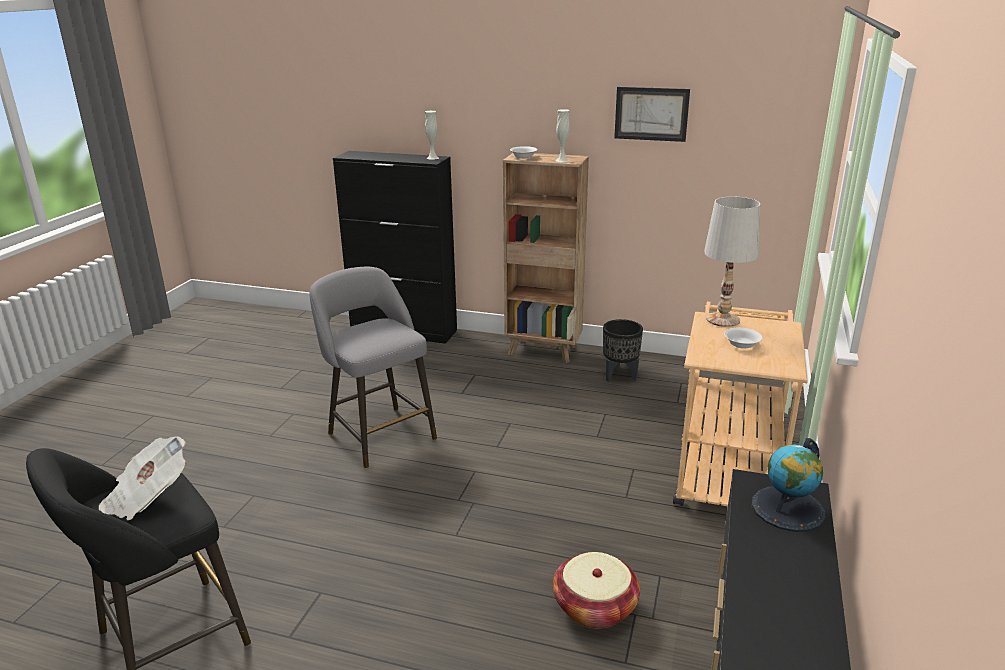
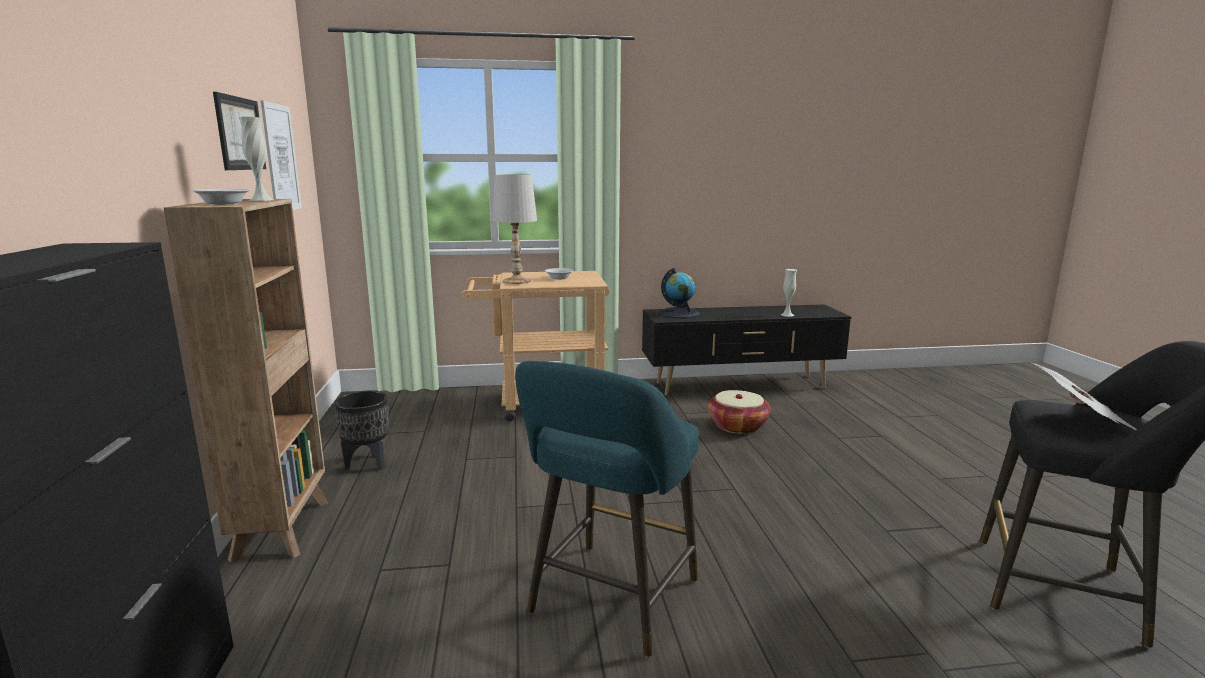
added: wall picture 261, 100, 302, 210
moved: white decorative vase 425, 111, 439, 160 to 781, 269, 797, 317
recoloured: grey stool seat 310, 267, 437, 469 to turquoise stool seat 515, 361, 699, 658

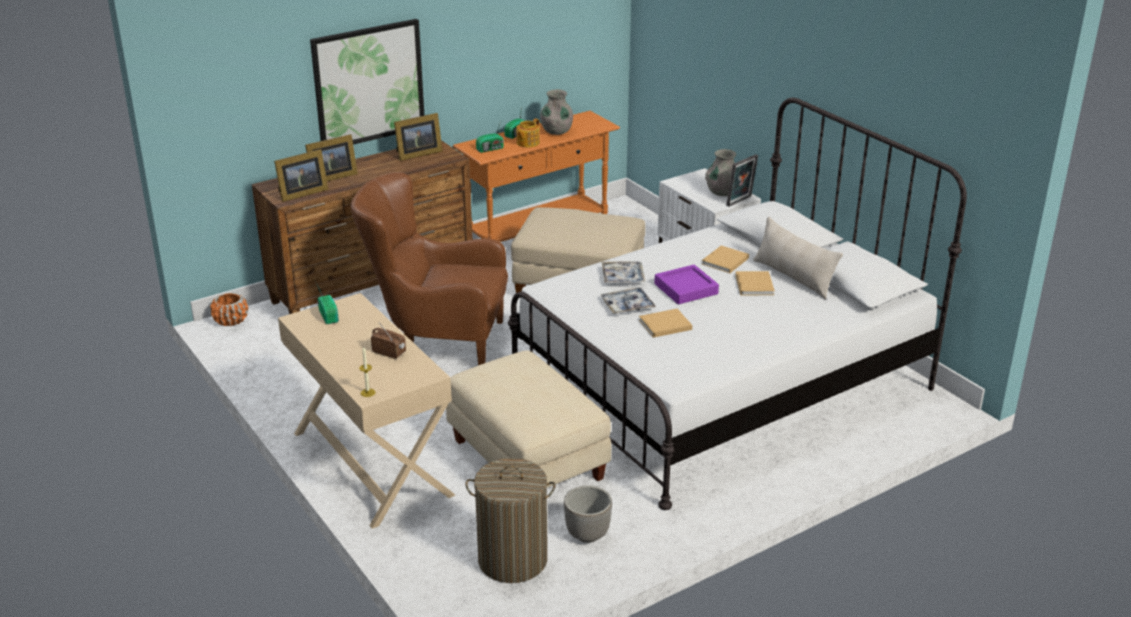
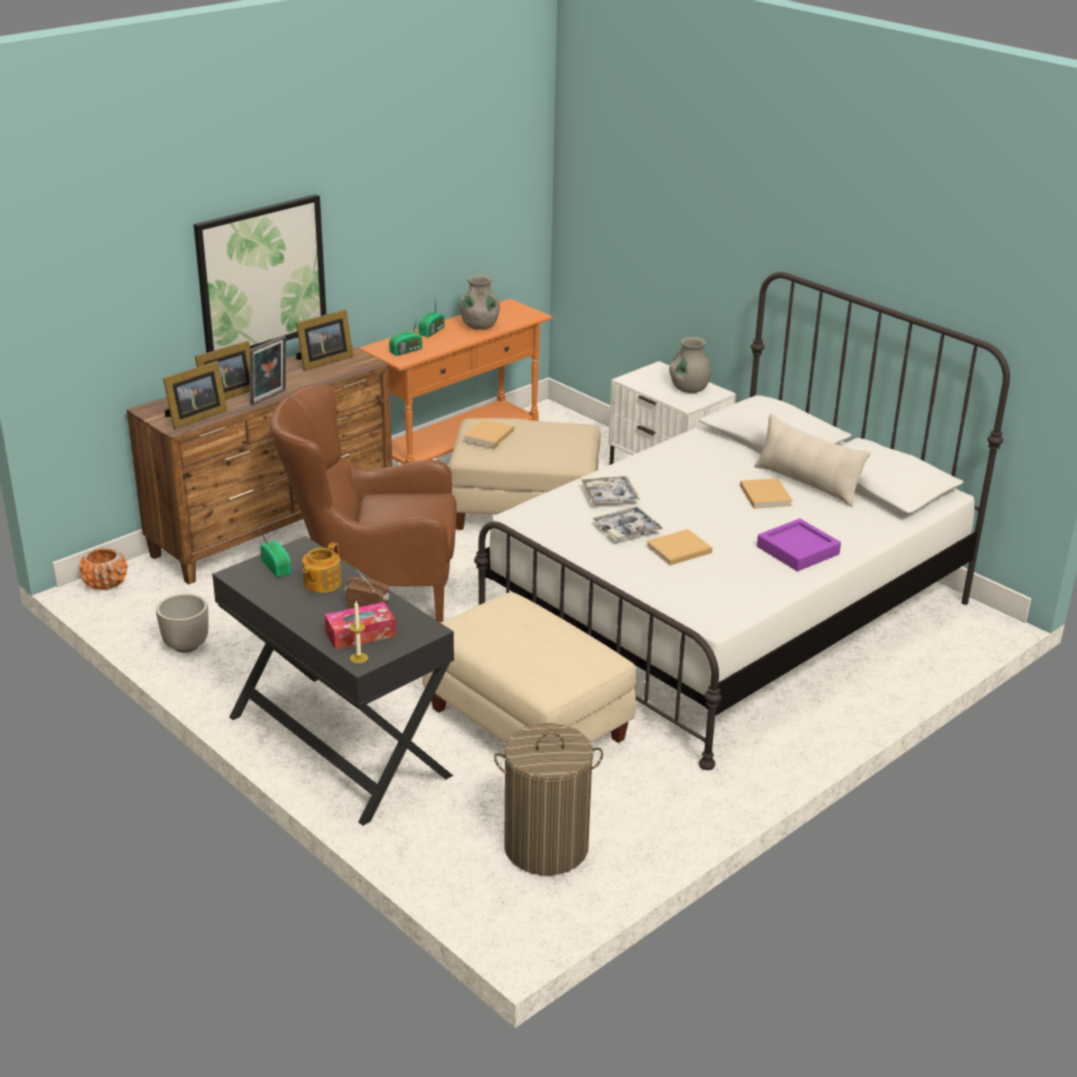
added: box of tissues 325, 602, 396, 650
moved: pot for tea 516, 119, 540, 147 to 302, 542, 341, 593; flower pot 564, 485, 612, 543 to 156, 594, 209, 653; purplish tray 654, 265, 719, 304 to 757, 518, 841, 571; sand-coloured bound book 702, 245, 749, 273 to 463, 419, 514, 448; photo frame 726, 154, 758, 207 to 249, 336, 286, 405
recoloured: sand-coloured desk table 278, 293, 456, 529 to black desk table 212, 536, 454, 826

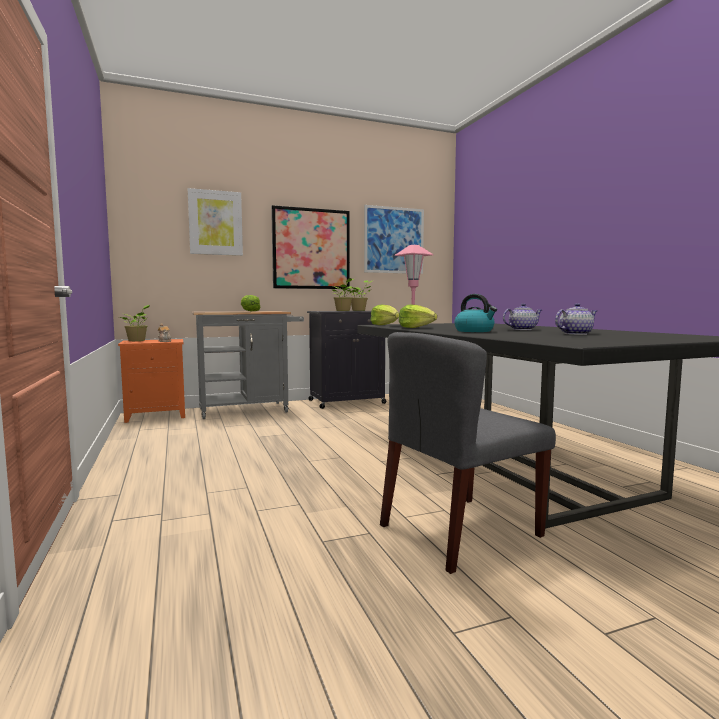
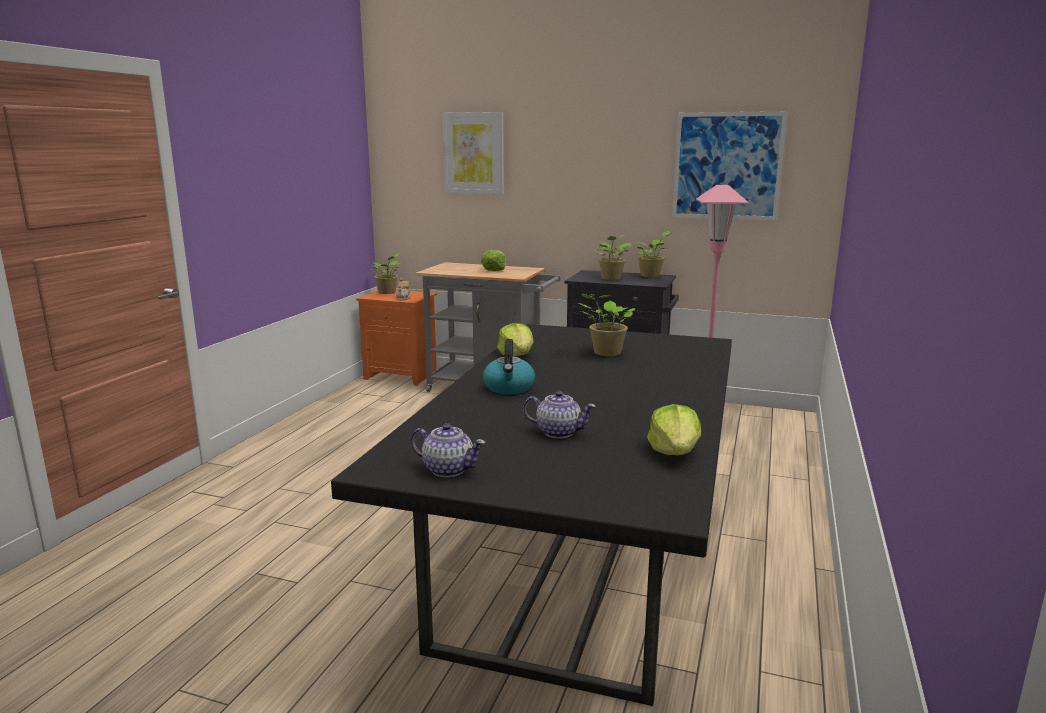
removed: wall picture 271, 205, 350, 289; grey upright chair 380, 332, 556, 574
added: potted plant 579, 294, 636, 356
moved: head of lettuce 371, 305, 399, 325 to 647, 404, 701, 455; pot for tea 503, 303, 542, 330 to 411, 423, 486, 477

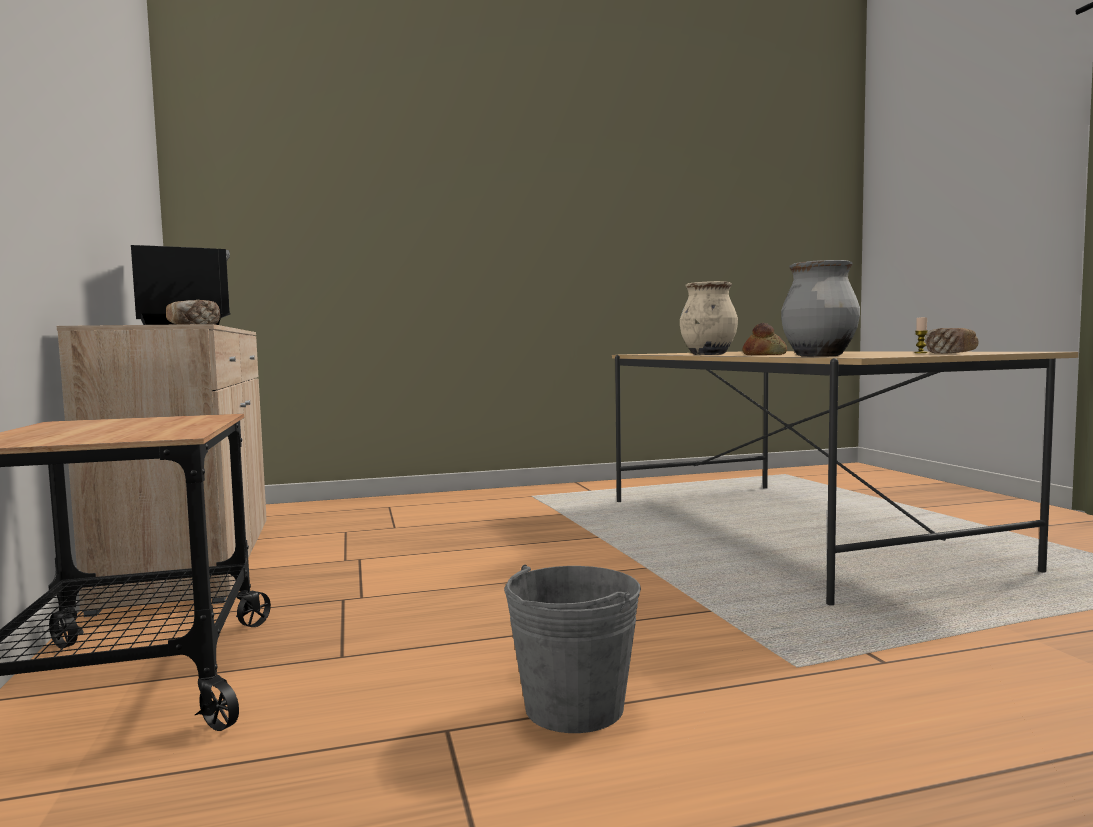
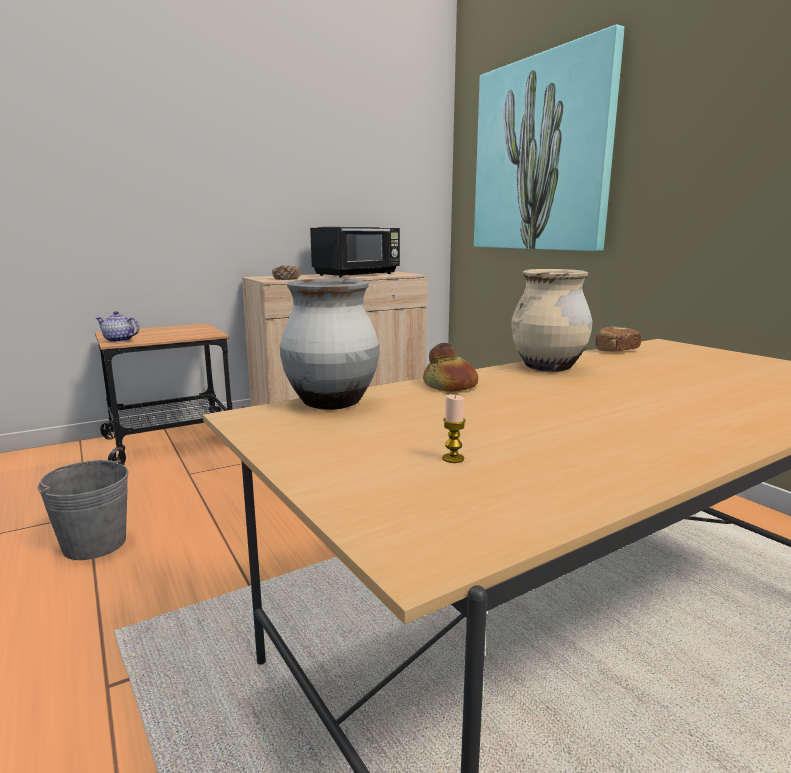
added: pot for tea 96, 311, 139, 342; wall picture 474, 24, 625, 251
moved: baked bread 925, 328, 979, 354 to 595, 327, 641, 351

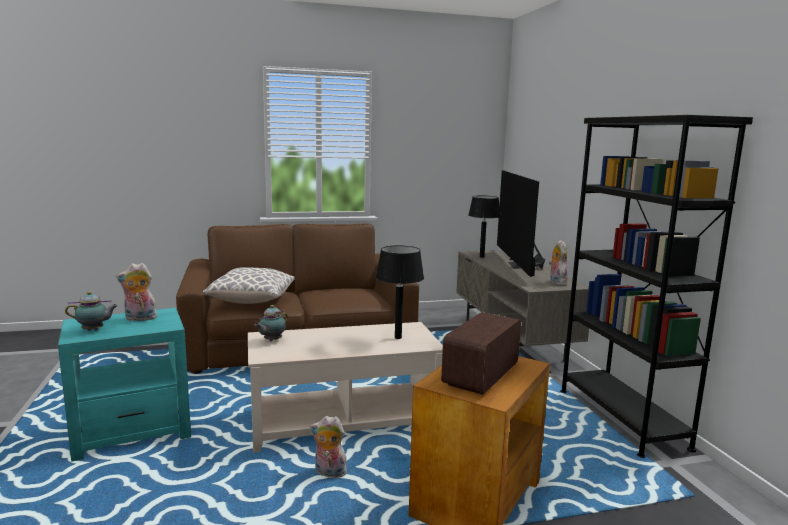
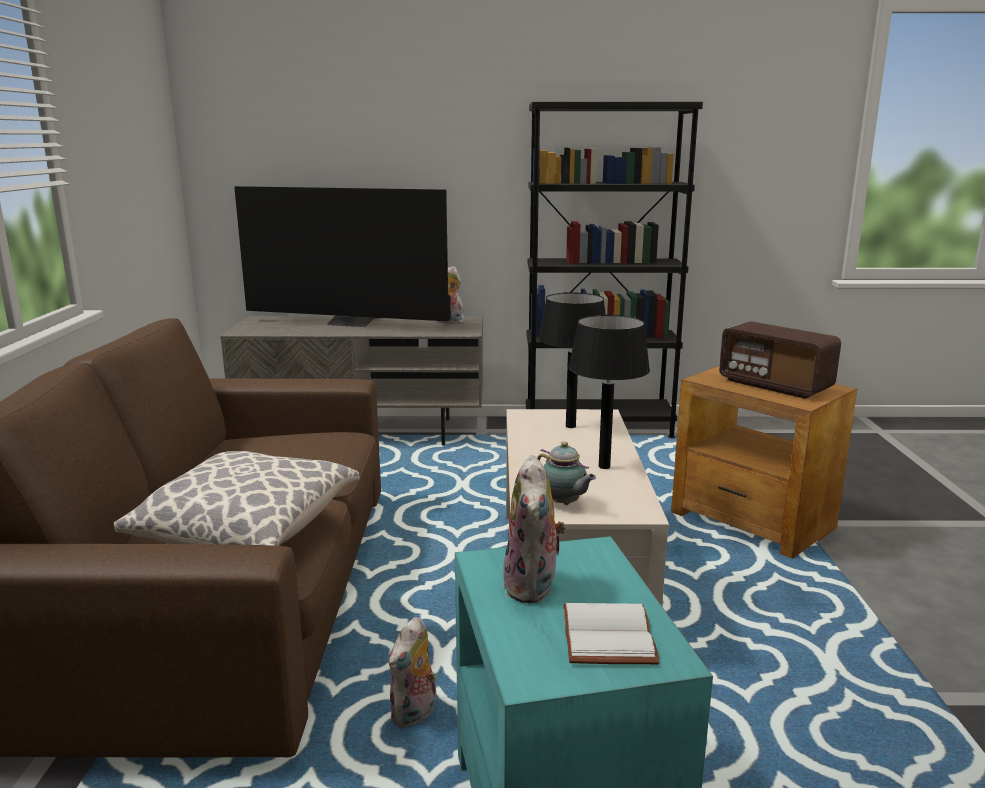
moved: cuddly toy 310, 416, 347, 478 to 388, 617, 437, 728; black tabletop lamp 468, 195, 501, 258 to 568, 315, 650, 469
replaced: pot for tea 65, 291, 118, 331 to white bound book 563, 603, 659, 664

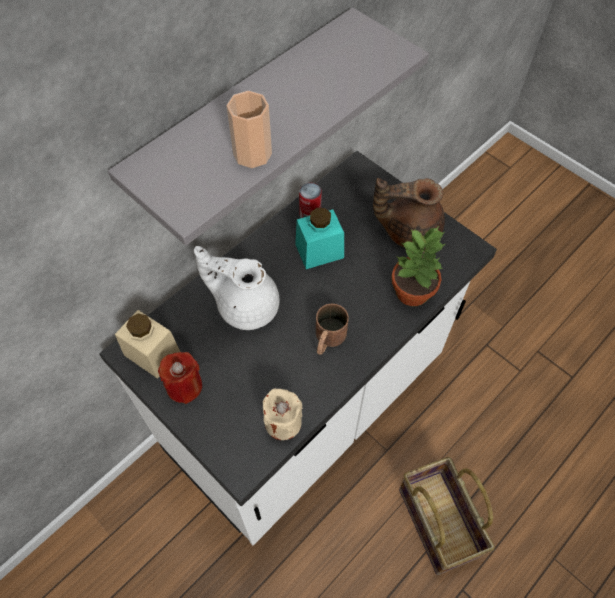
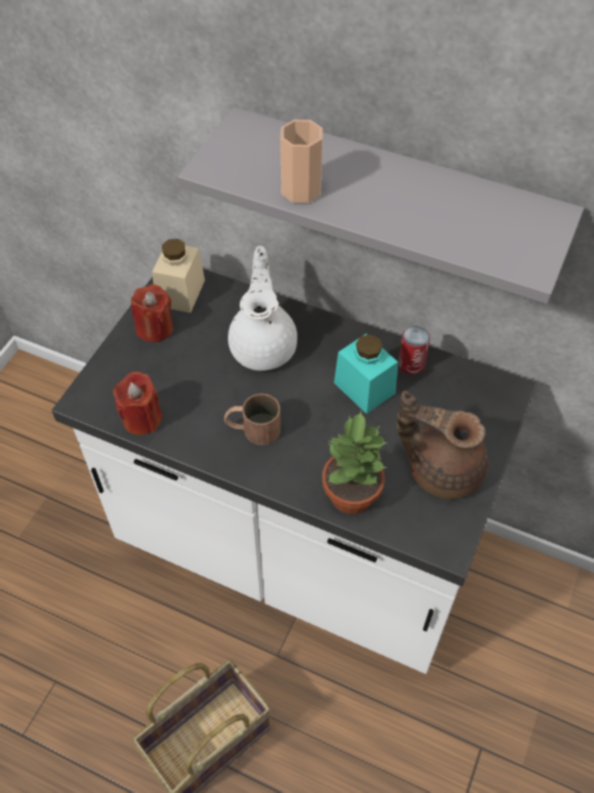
recoloured: sand-coloured wax candle 262, 389, 302, 440 to red-coloured wax candle 113, 372, 162, 435
turned: brown-coloured pot for tea 373, 178, 445, 248 = 397, 391, 488, 499 45 degrees counterclockwise

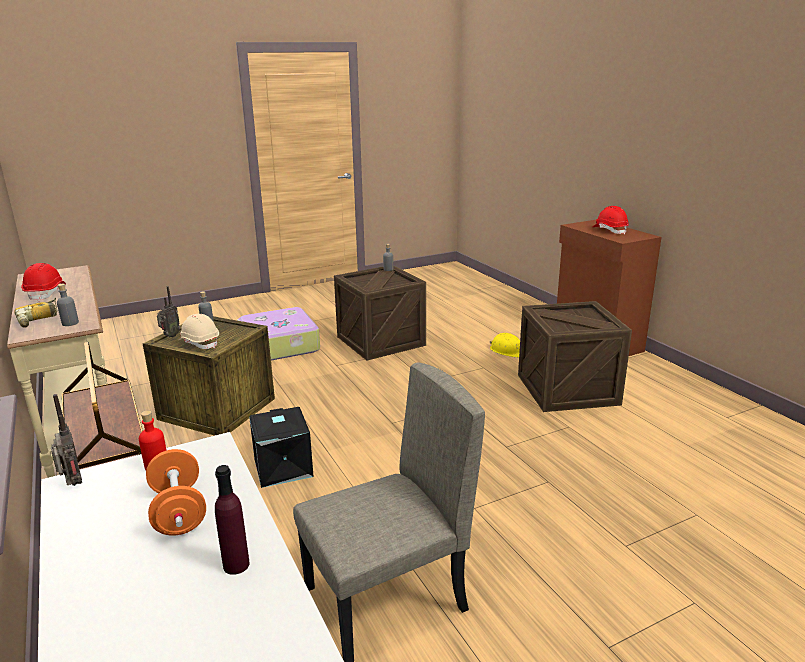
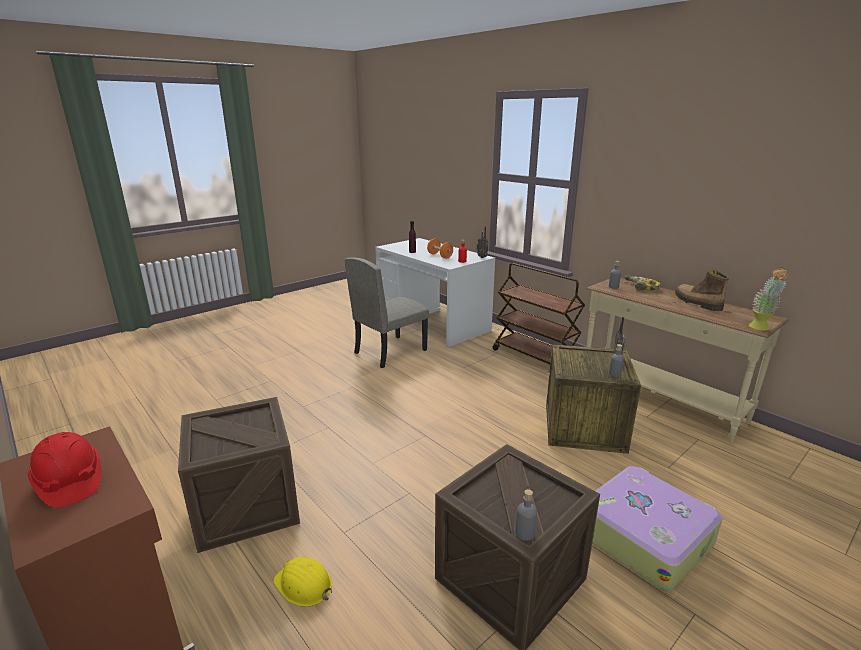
removed: sand-coloured hard hat 179, 314, 219, 349; black storage bin 249, 407, 314, 488
added: potted plant 749, 267, 788, 330
replaced: red-coloured hard hat 21, 263, 66, 302 to boot 675, 269, 729, 311

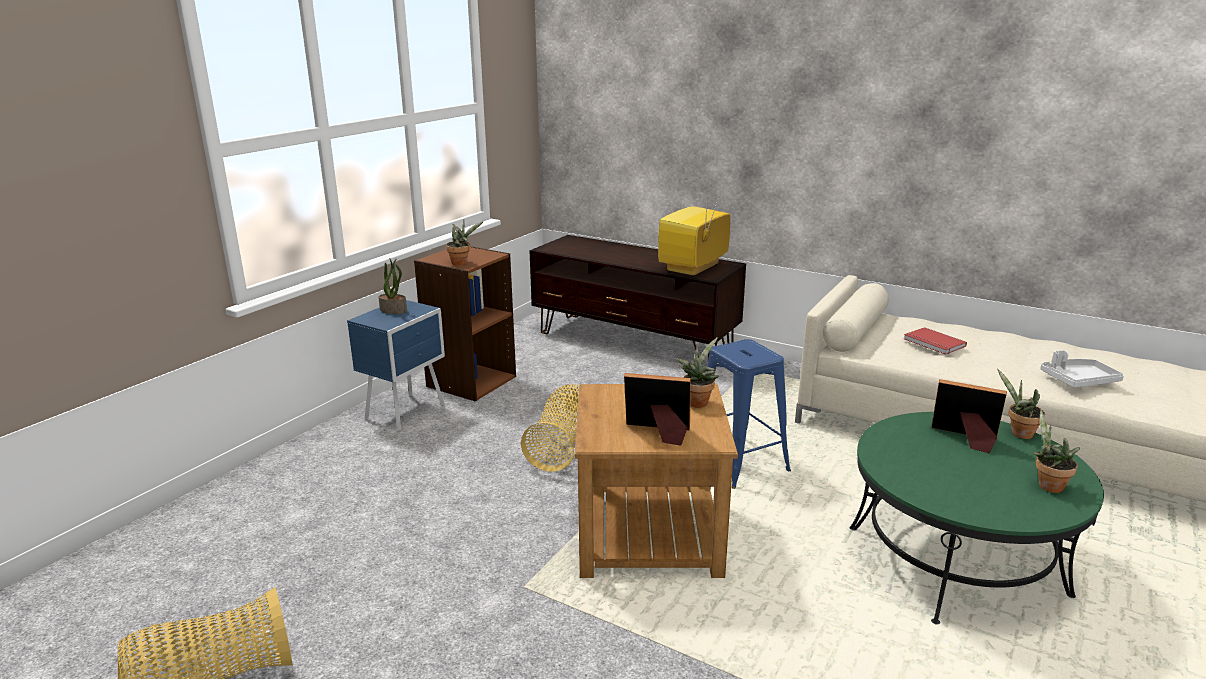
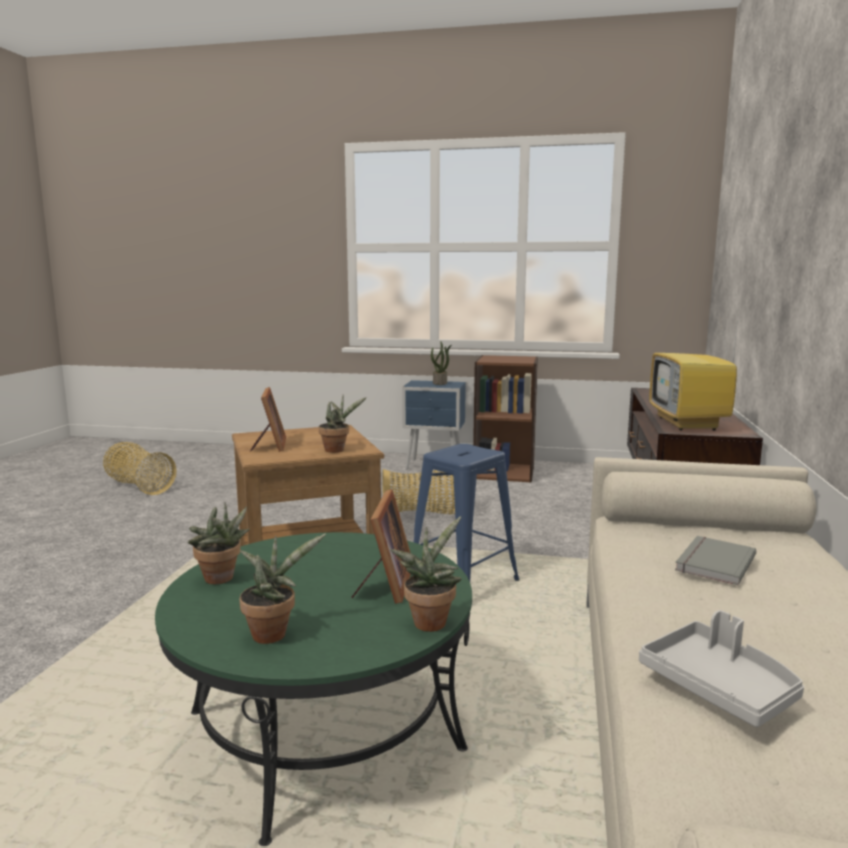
moved: potted plant 446, 220, 484, 265 to 188, 502, 250, 584
recoloured: red-coloured bound book 904, 327, 967, 355 to grey bound book 675, 536, 757, 585
turned: TV set 658, 185, 730, 277 = 649, 308, 739, 431 105 degrees counterclockwise

